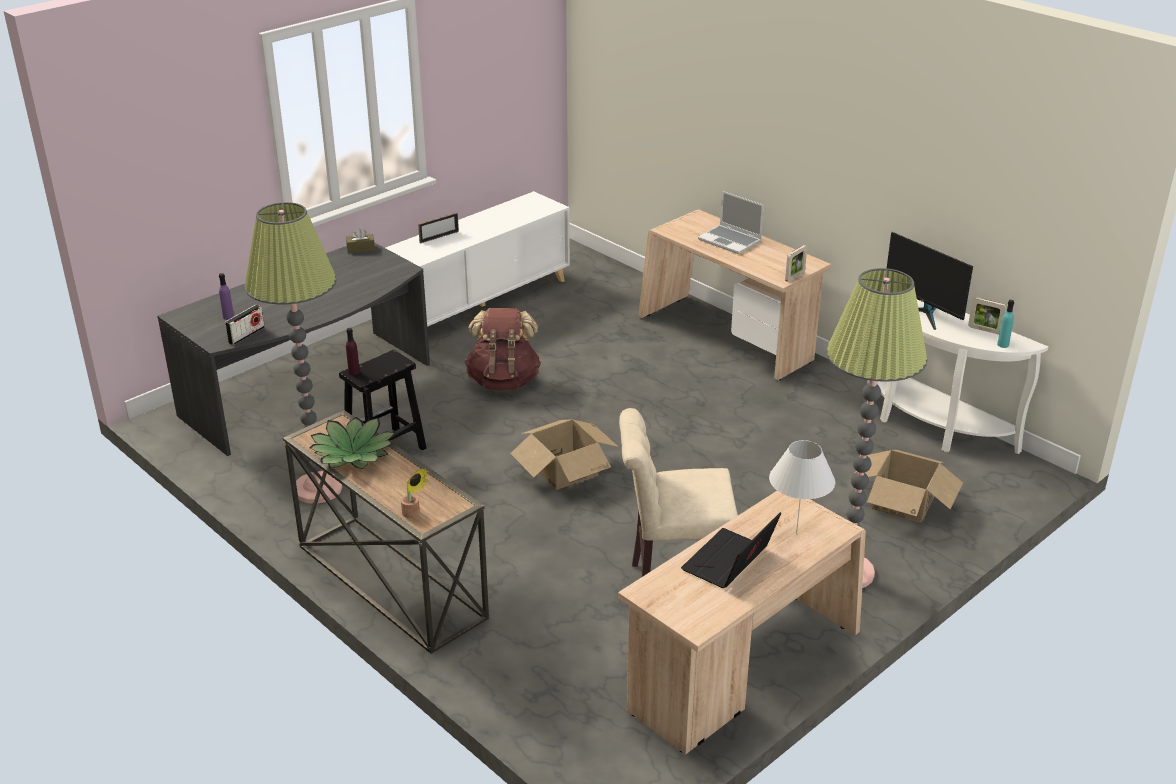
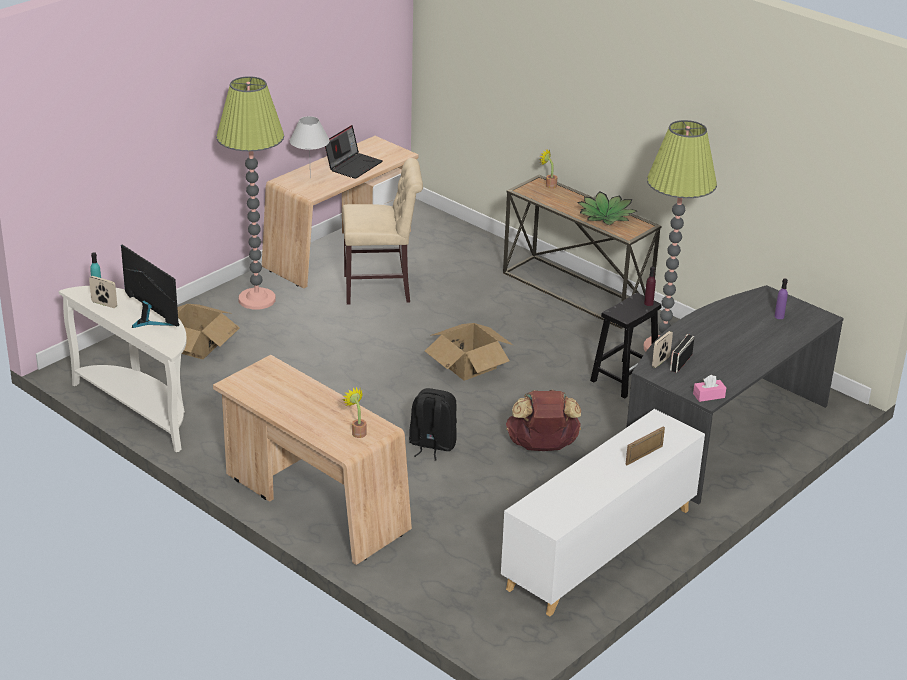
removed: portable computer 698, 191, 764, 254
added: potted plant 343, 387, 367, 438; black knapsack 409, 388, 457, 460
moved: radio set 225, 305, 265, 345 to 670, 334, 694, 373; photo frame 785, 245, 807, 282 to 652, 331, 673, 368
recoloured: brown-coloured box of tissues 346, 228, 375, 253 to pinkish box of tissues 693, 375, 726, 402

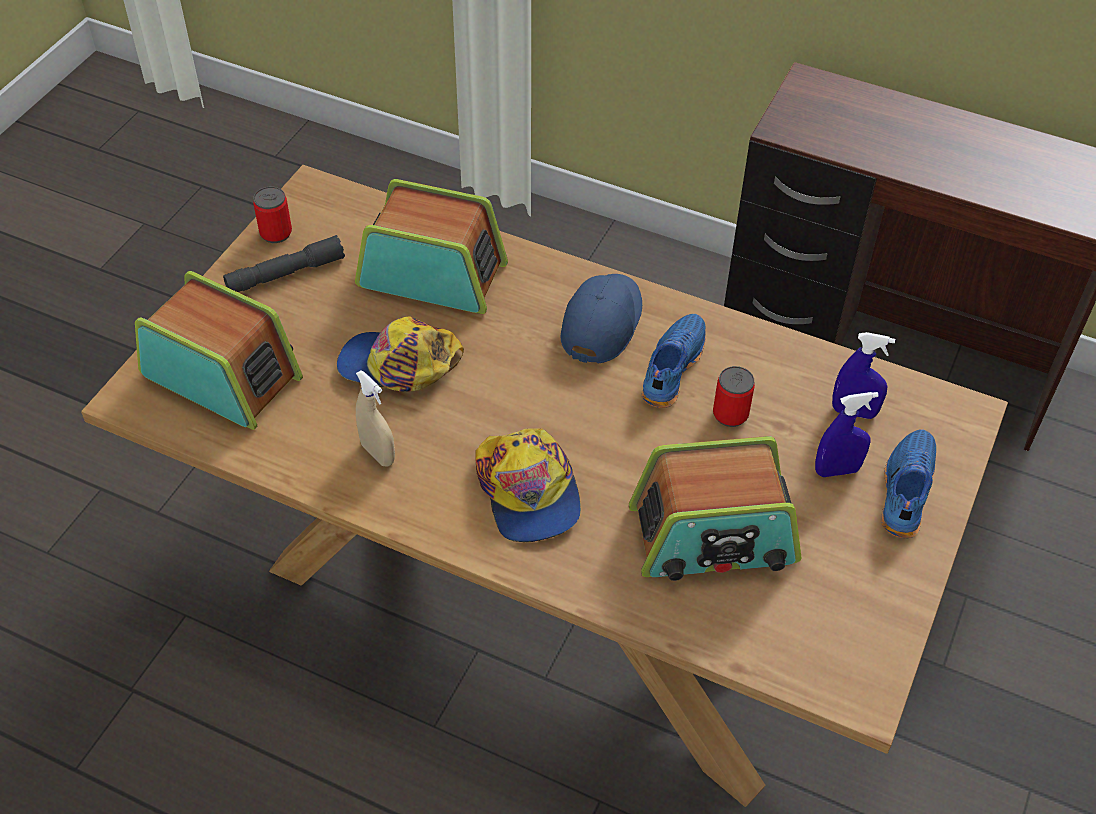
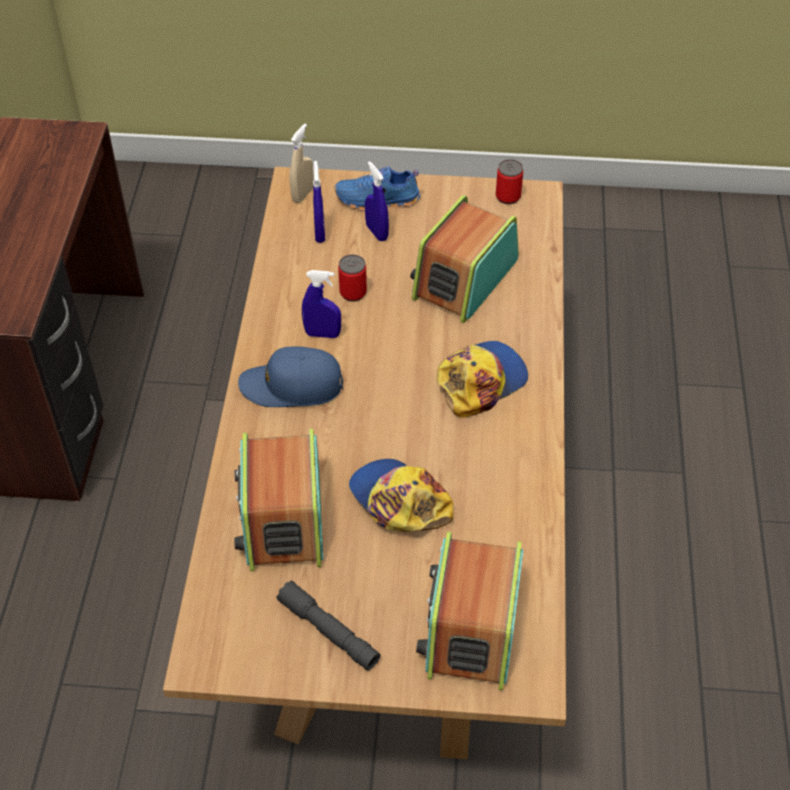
moved: can 253, 187, 292, 243 to 496, 159, 523, 204; sand-coloured hand sprayer 356, 370, 395, 466 to 289, 124, 314, 203
replaced: bluish low shoe 642, 313, 706, 408 to bluish hand sprayer 302, 270, 341, 338
turned: cap 337, 316, 464, 392 = 349, 459, 453, 532 150 degrees clockwise; radio set 629, 436, 801, 581 = 410, 195, 519, 323 120 degrees counterclockwise

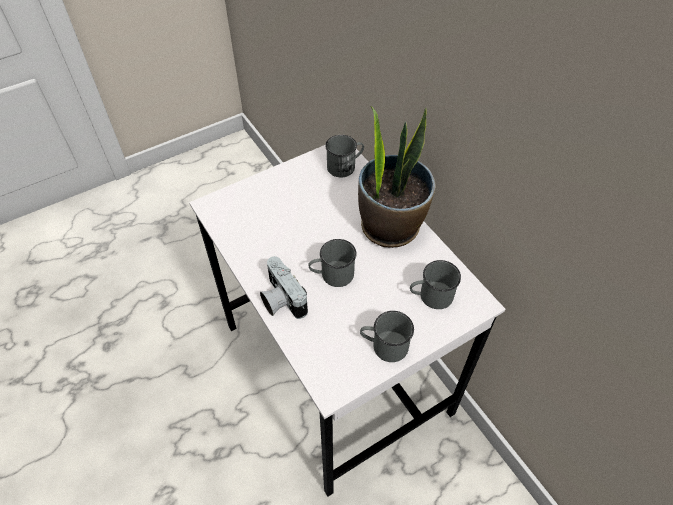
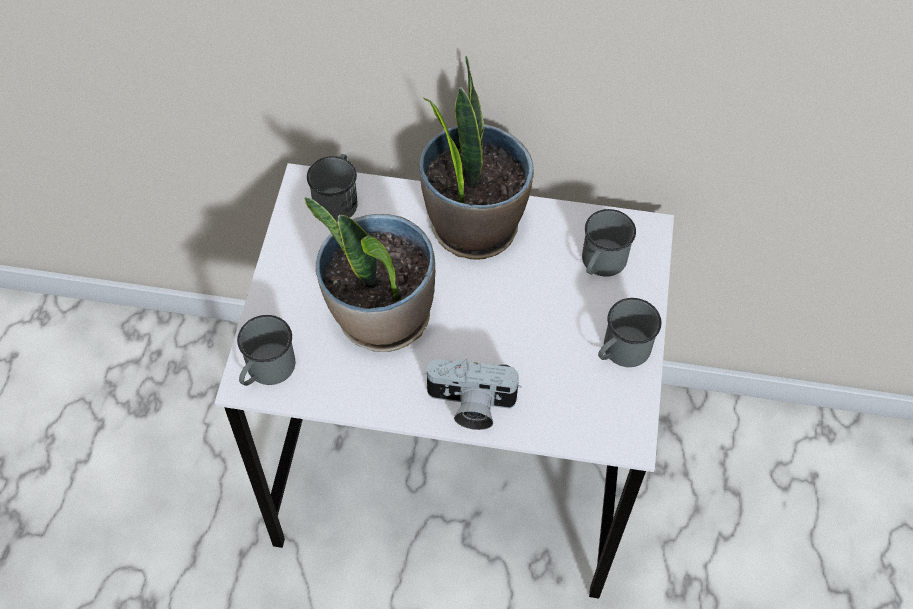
added: potted plant 305, 197, 435, 352
moved: grey tea mug 308, 239, 357, 287 to 237, 315, 295, 386

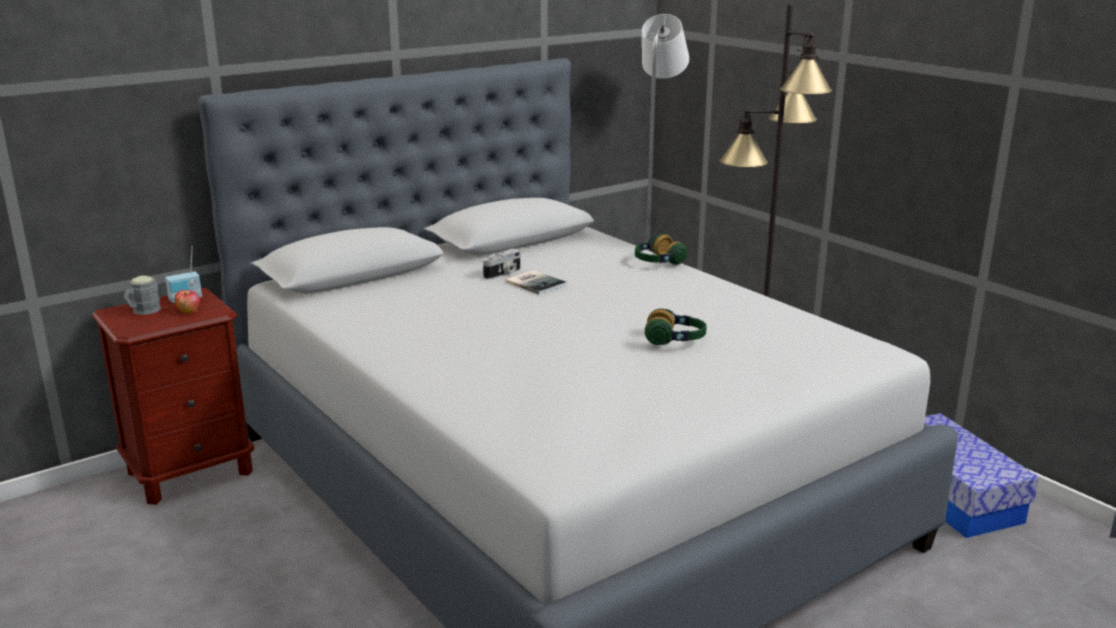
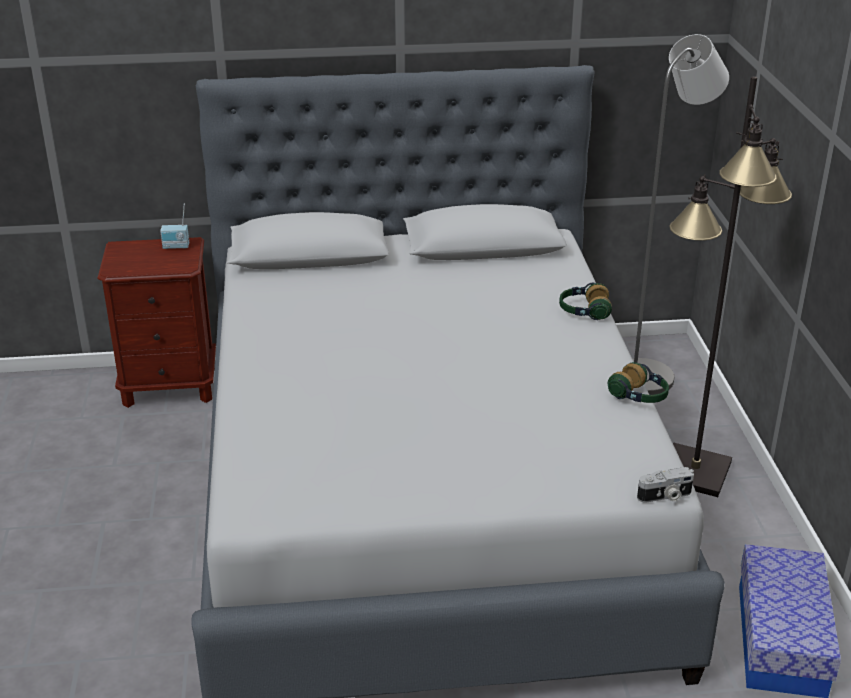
removed: grey tea mug 123, 275, 161, 315; apple fruit 175, 290, 200, 314; bound book 506, 270, 567, 295
moved: photo camera 483, 248, 521, 279 to 637, 467, 694, 503; headphones 645, 309, 707, 345 to 608, 362, 669, 403

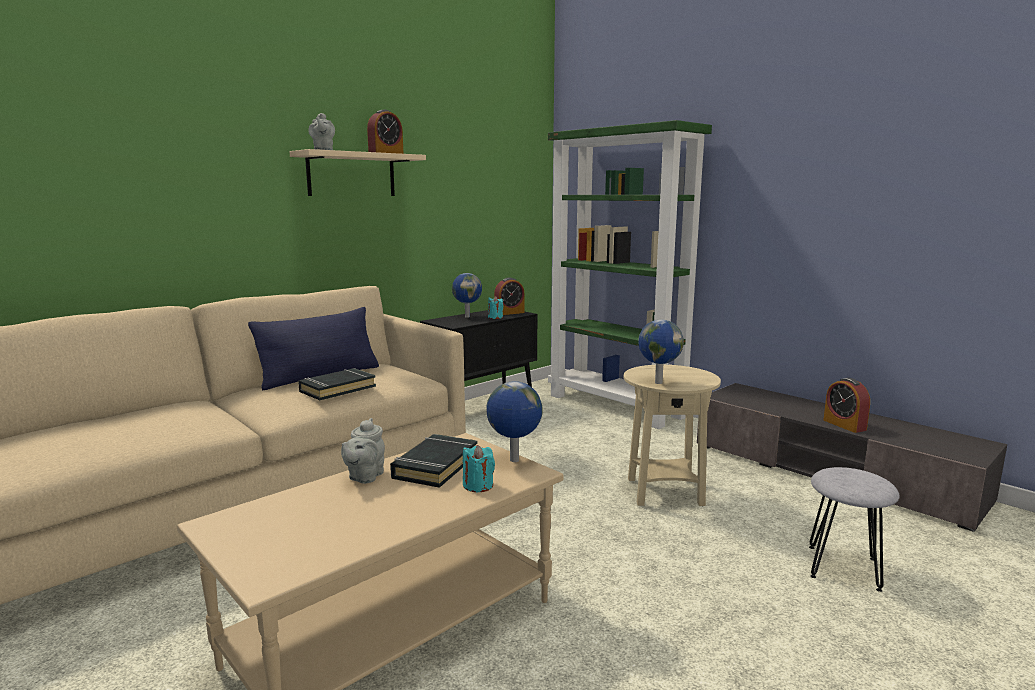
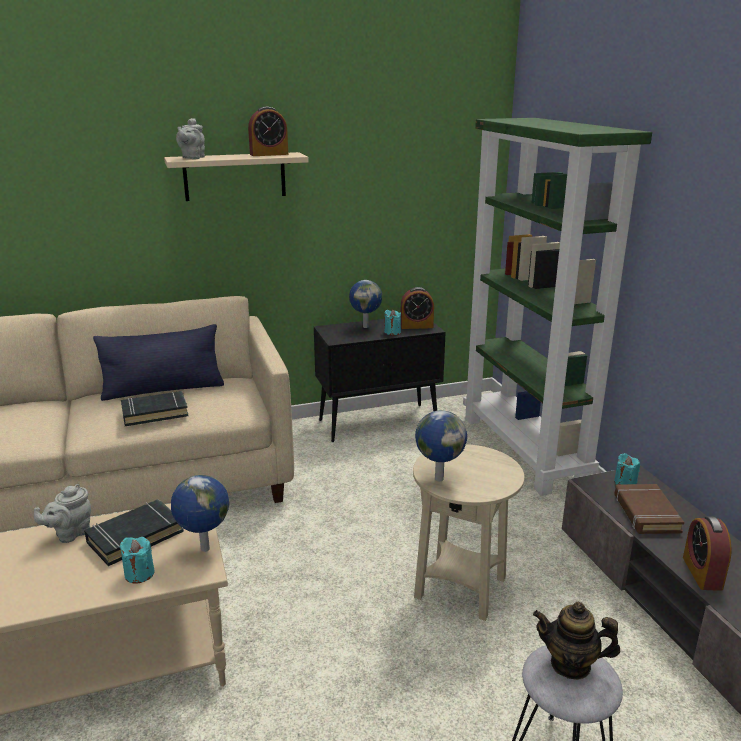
added: pot for tea 533, 602, 620, 680; turquoise wax candle 614, 453, 640, 485; brown-coloured bound book 614, 484, 685, 534

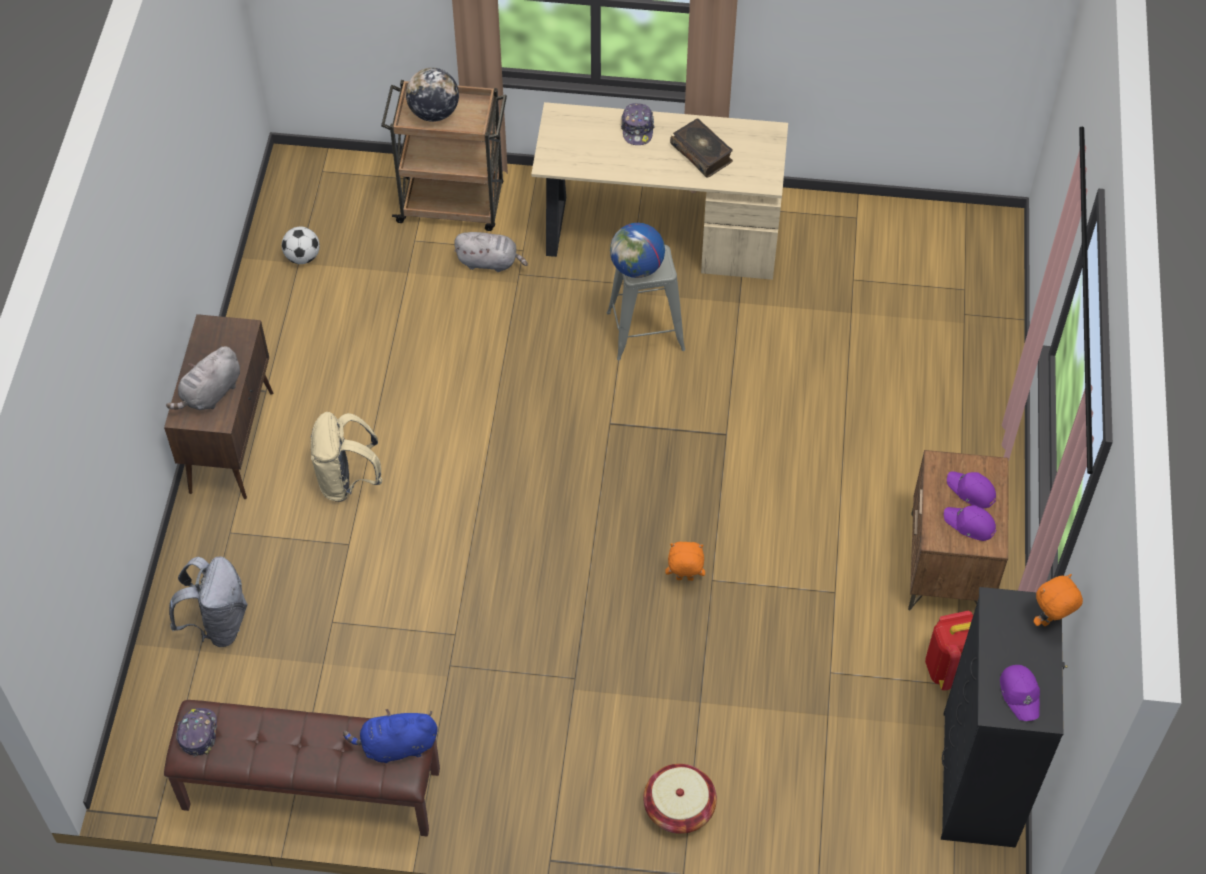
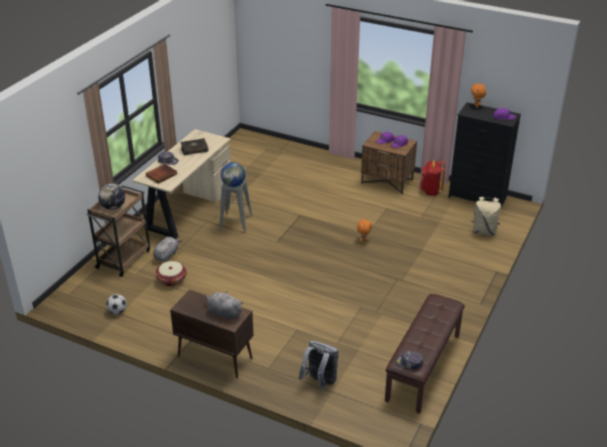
removed: bluish cuddly toy 343, 709, 437, 763
added: bound book 146, 164, 177, 184
moved: sand-coloured knapsack 311, 412, 382, 502 to 471, 197, 501, 235; basket 643, 764, 717, 834 to 155, 261, 187, 286
turned: grey cuddly toy 166, 346, 240, 410 = 206, 291, 244, 320 150 degrees clockwise

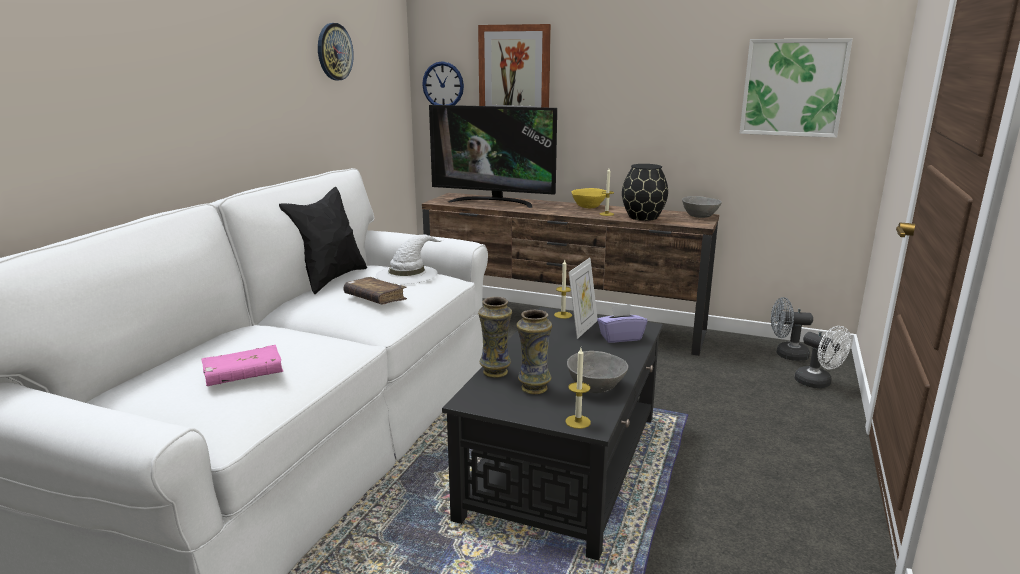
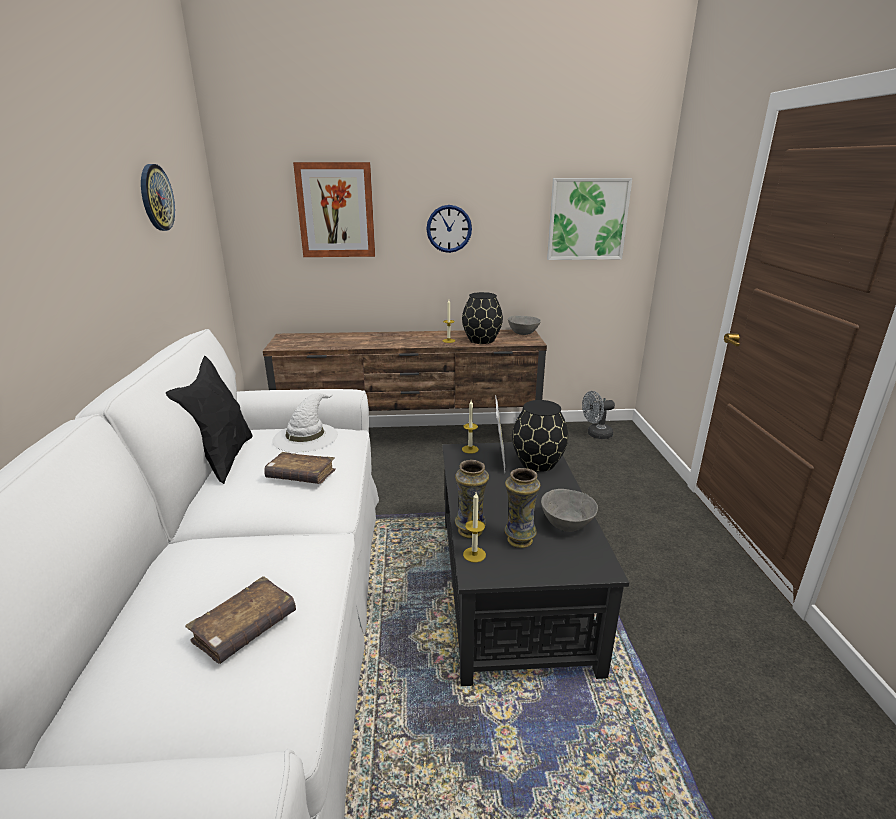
removed: TV set 429, 105, 557, 208; yellowish bowl 572, 188, 606, 208; white fan 794, 326, 851, 388
moved: hanging clock 422, 61, 464, 105 to 426, 205, 472, 253; wax candle 565, 348, 591, 429 to 463, 492, 486, 562
replaced: purplish box of tissues 597, 304, 647, 343 to black decorative vase 512, 400, 568, 472
recoloured: pinkish bound book 201, 345, 283, 386 to brown-coloured bound book 185, 576, 296, 664

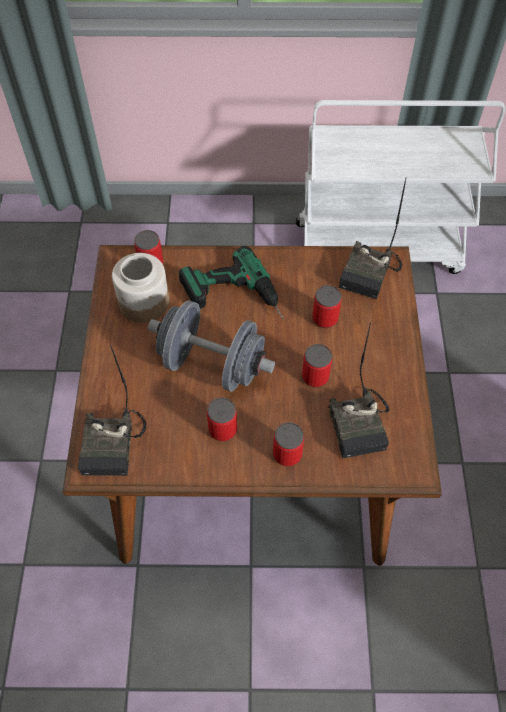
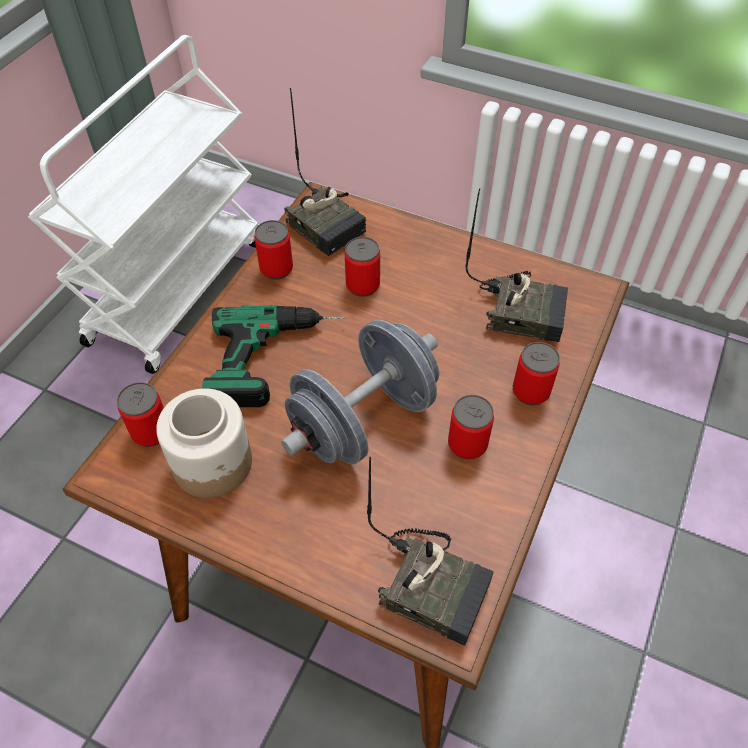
moved: can 302, 344, 332, 387 to 254, 220, 293, 280

